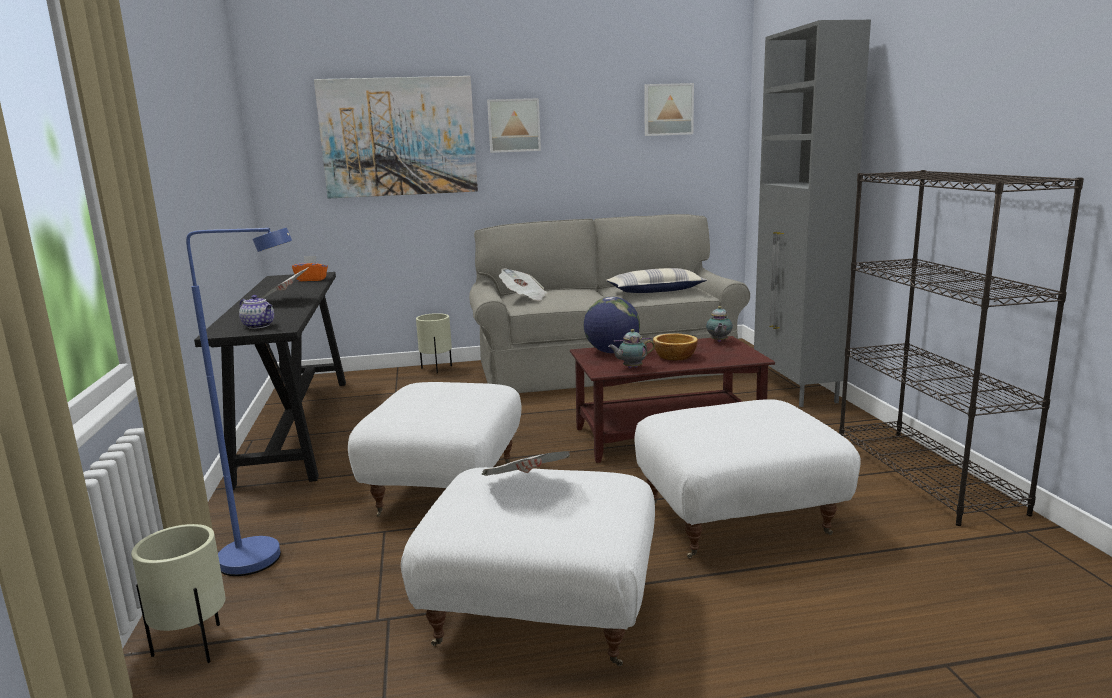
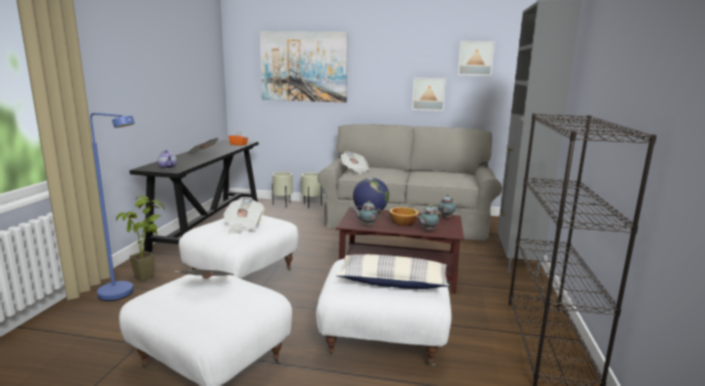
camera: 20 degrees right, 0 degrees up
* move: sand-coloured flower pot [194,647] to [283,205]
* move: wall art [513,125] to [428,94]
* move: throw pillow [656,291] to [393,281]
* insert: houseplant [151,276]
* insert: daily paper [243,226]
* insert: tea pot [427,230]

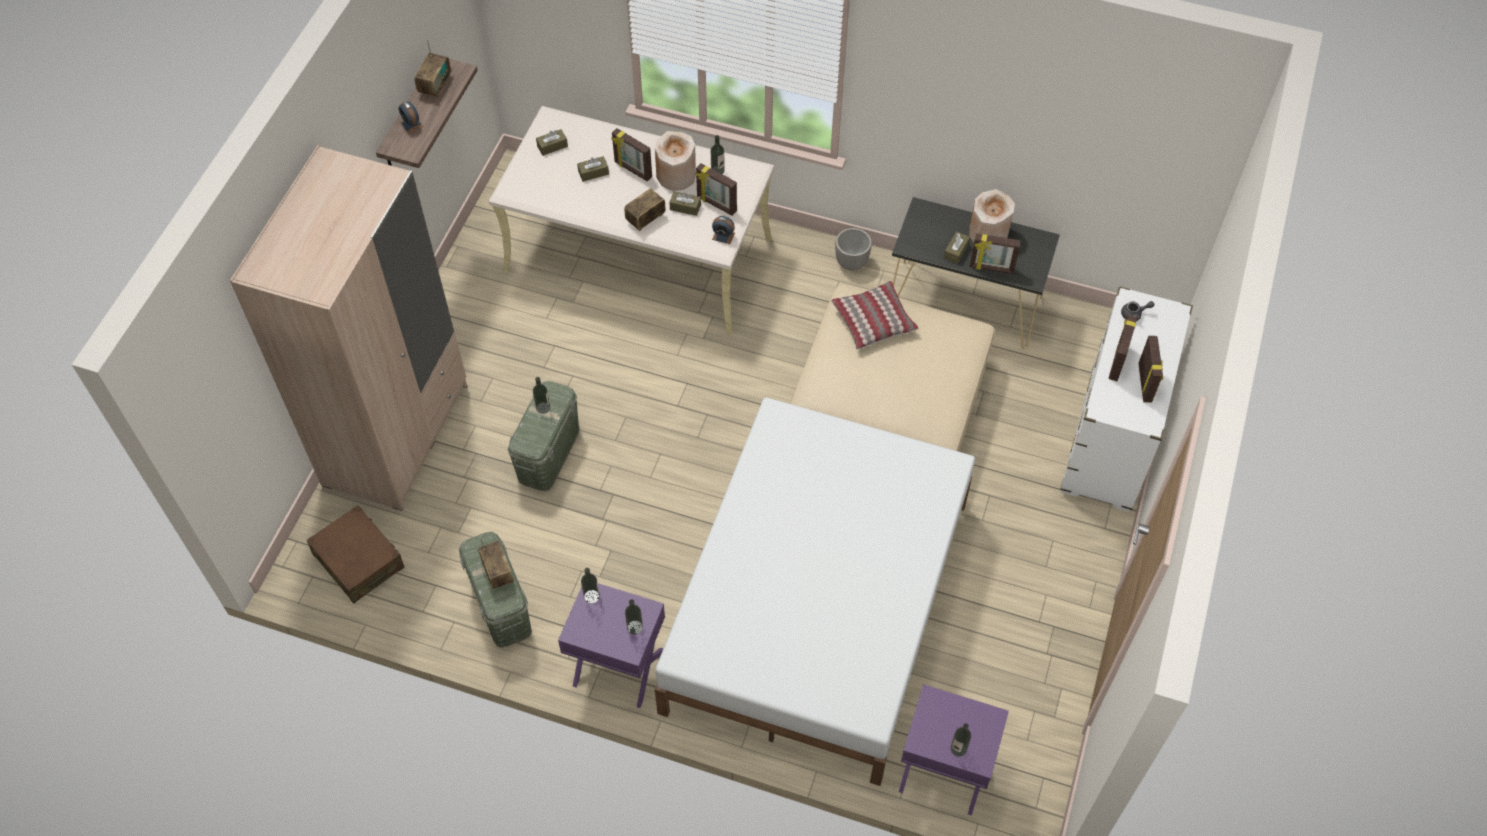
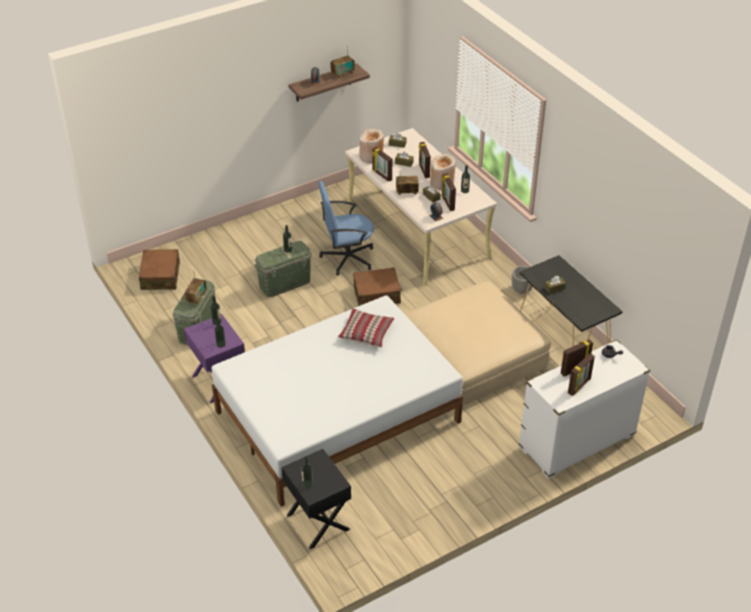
camera: 40 degrees right, 15 degrees down
* delete: sand-coloured clothes cupboard [396,434]
* move: throw pillow [873,321] to [366,333]
* recolor: purplish nightstand [943,772] to blackish nightstand [317,522]
* move: sand-coloured vase [988,234] to [371,156]
* move: photo frame [991,268] to [381,175]
* insert: blue-coloured computer chair [347,258]
* insert: brown travel case [377,294]

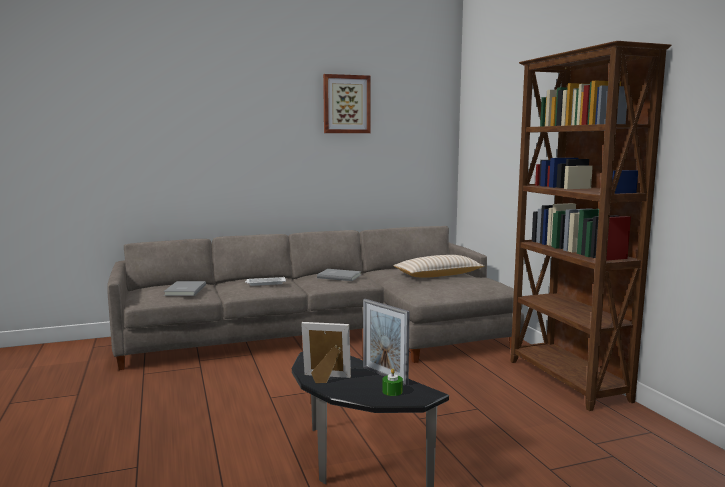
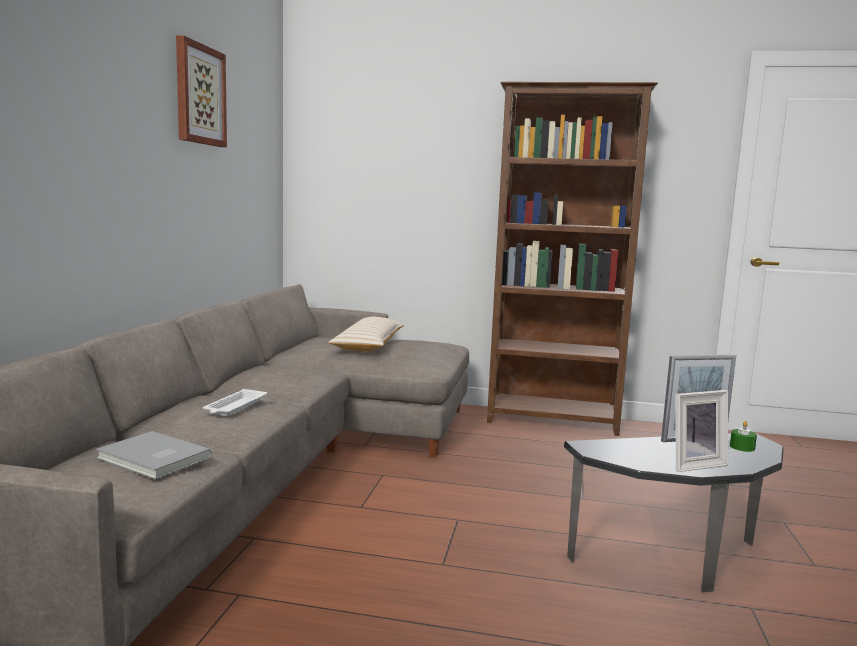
camera: 60 degrees left, 0 degrees up
* rotate: photo frame [325,379] = [693,464] 150 degrees counterclockwise
* delete: gray bound book [339,276]

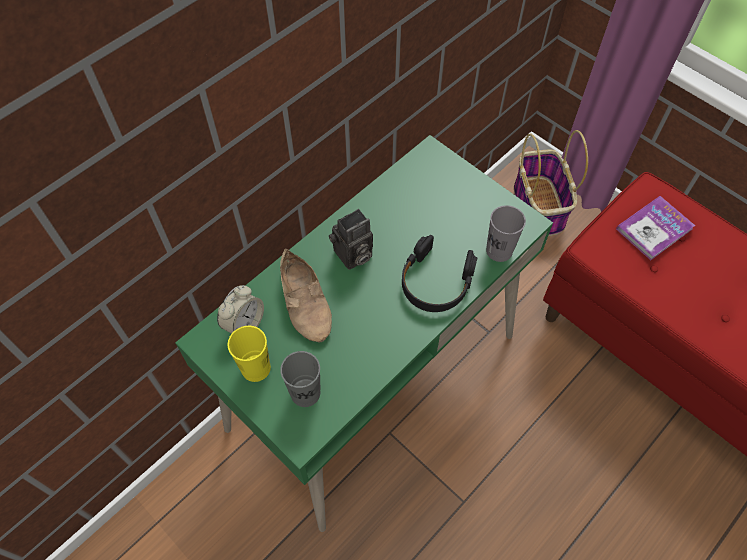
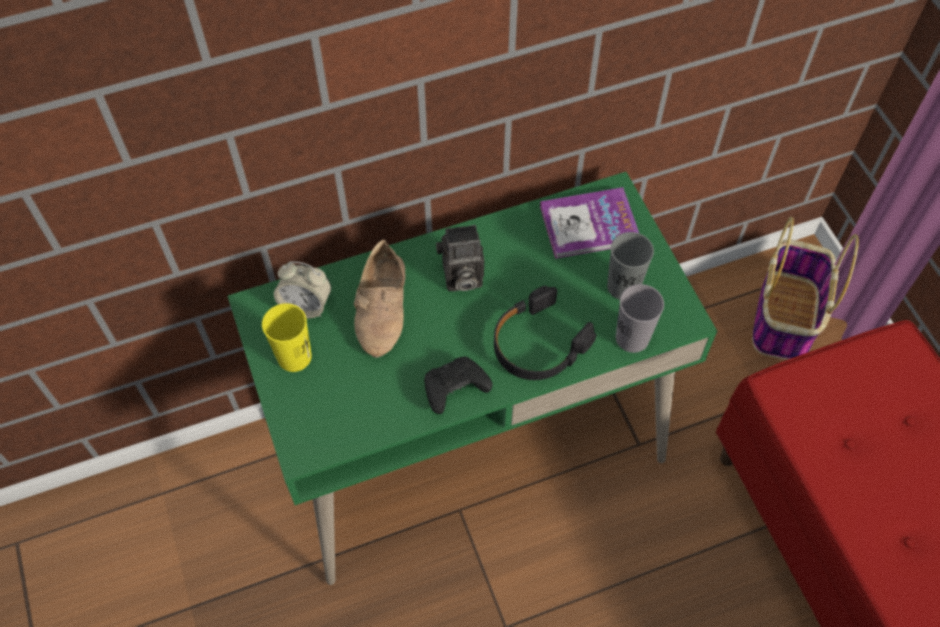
camera: 25 degrees right, 0 degrees up
* rotate: table clock [244,324] = [306,305] 45 degrees clockwise
* move: gray small cup [305,393] to [623,286]
* move: bound book [654,229] to [589,225]
* insert: blackish game controller [455,388]

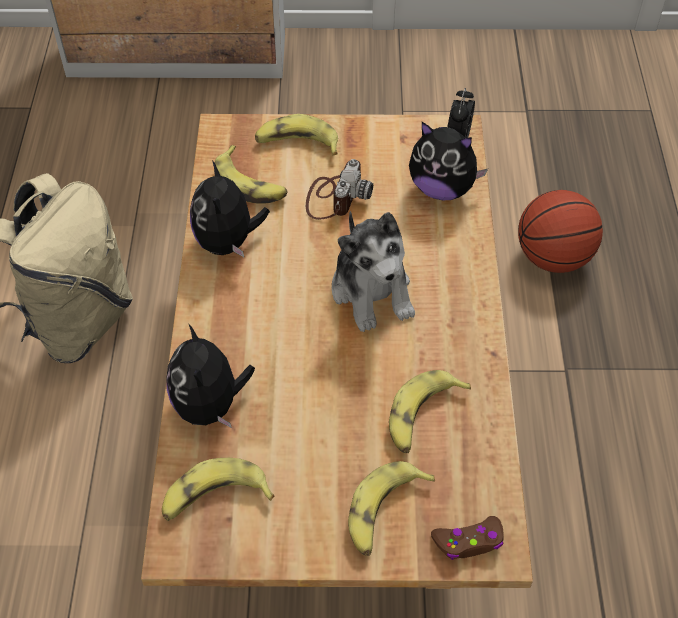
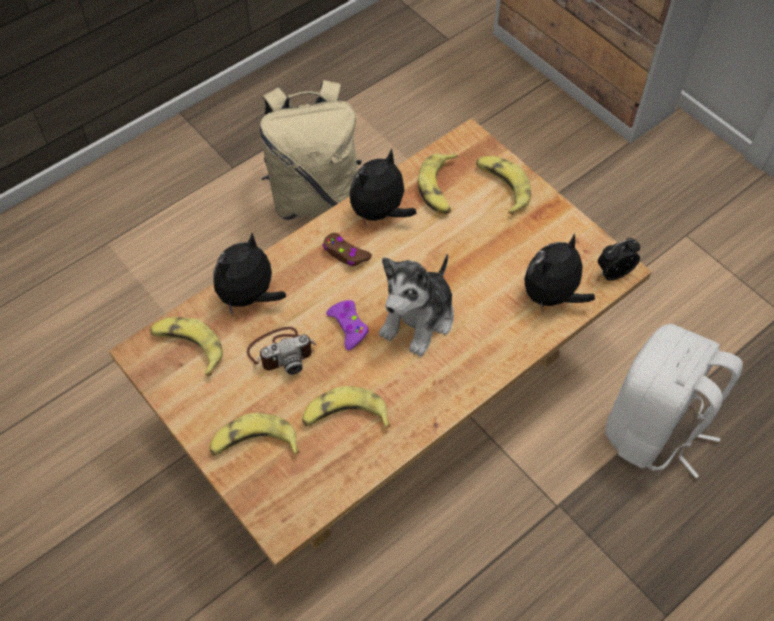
camera: 50 degrees right, 5 degrees up
* move: photo camera [335,197] to [282,351]
* rotate: plush toy [442,189] = [552,296] 60 degrees clockwise
* move: brown game controller [469,542] to [345,254]
* replace: basketball ball [553,257] to white-coloured knapsack [653,429]
* insert: purplish game controller [348,327]

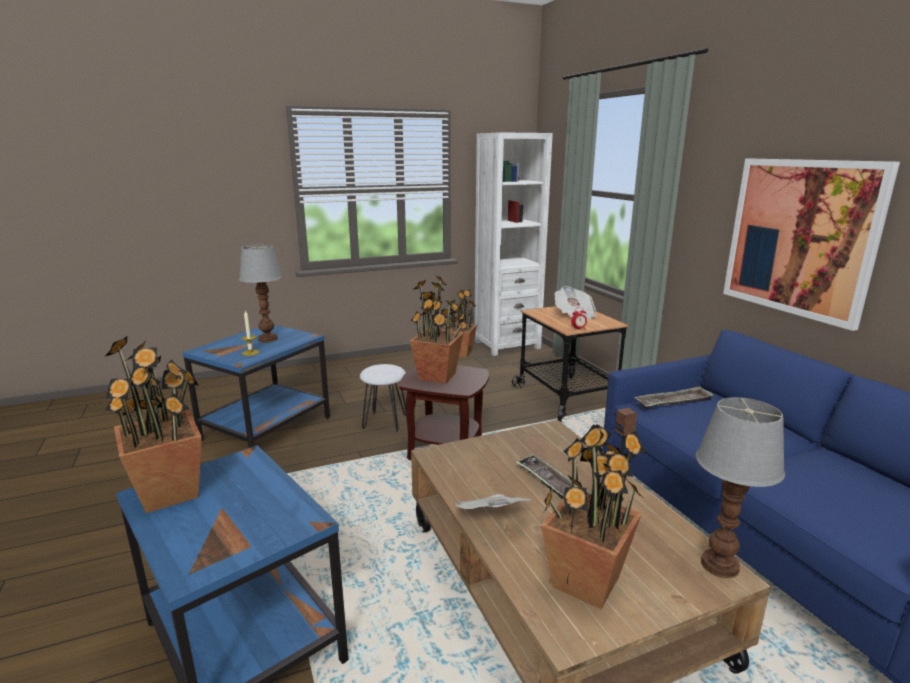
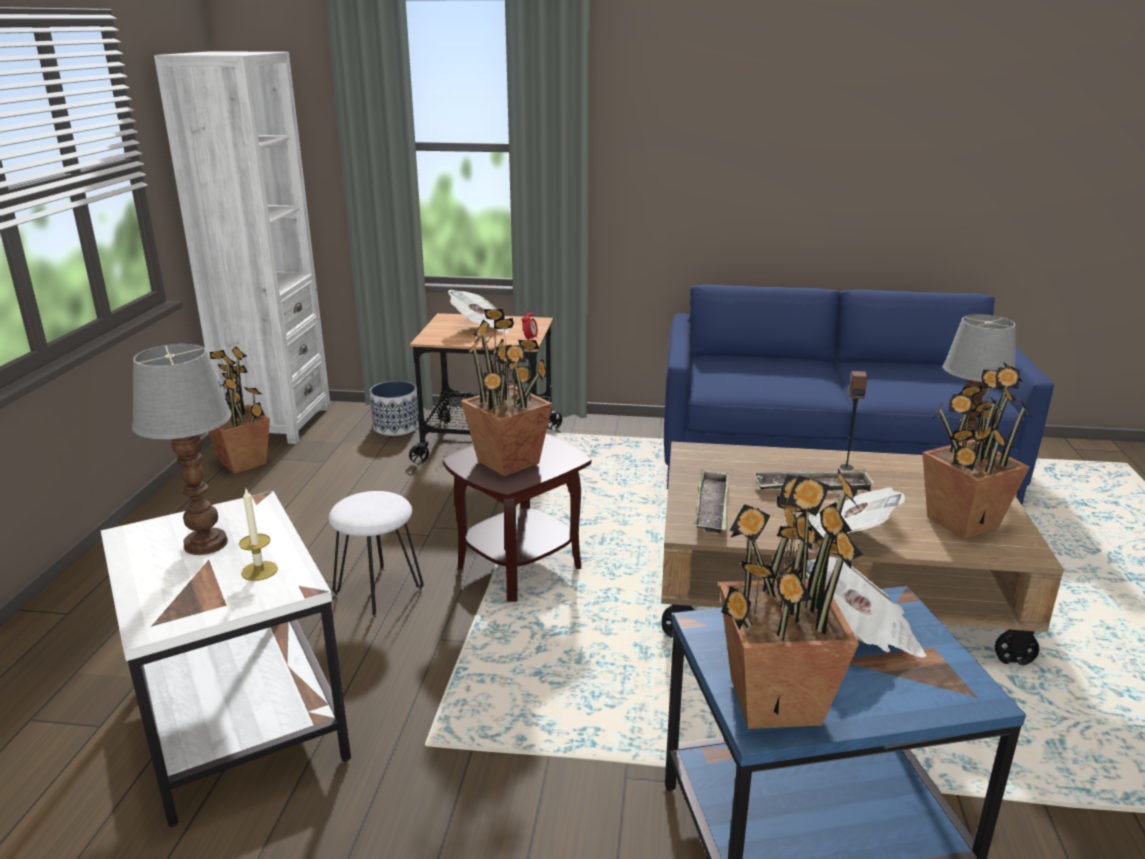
camera: 60 degrees left, 5 degrees up
* recolor: blue-coloured accent table [266,429] to white-coloured accent table [238,723]
* move: carrying tray [673,402] to [712,507]
* delete: wall art [800,238]
* insert: flower pot [395,427]
* insert: daily paper [860,634]

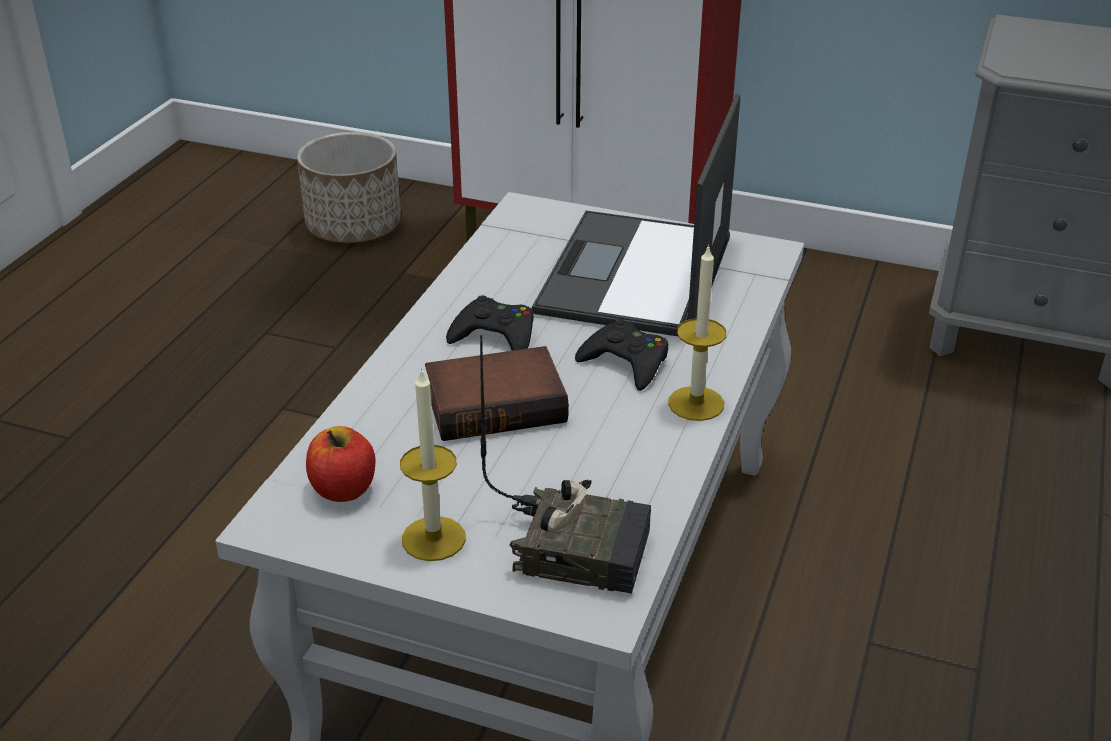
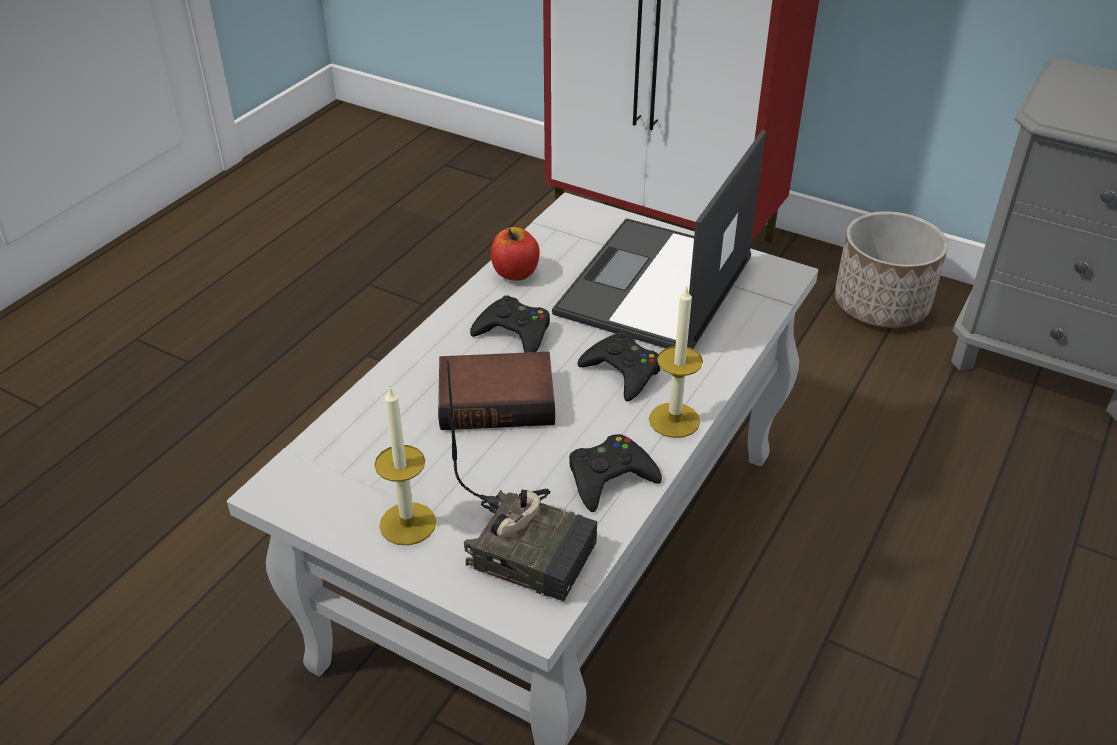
camera: 10 degrees right, 5 degrees up
* move: flower pot [354,226] to [881,304]
* move: apple fruit [343,489] to [515,273]
* insert: blackish game controller [609,478]

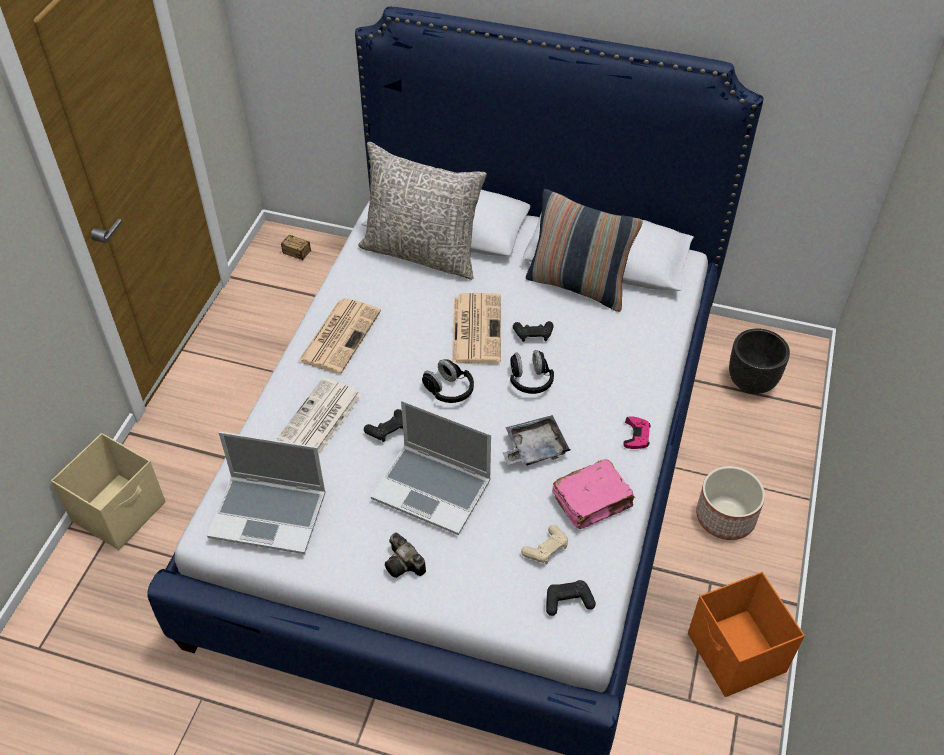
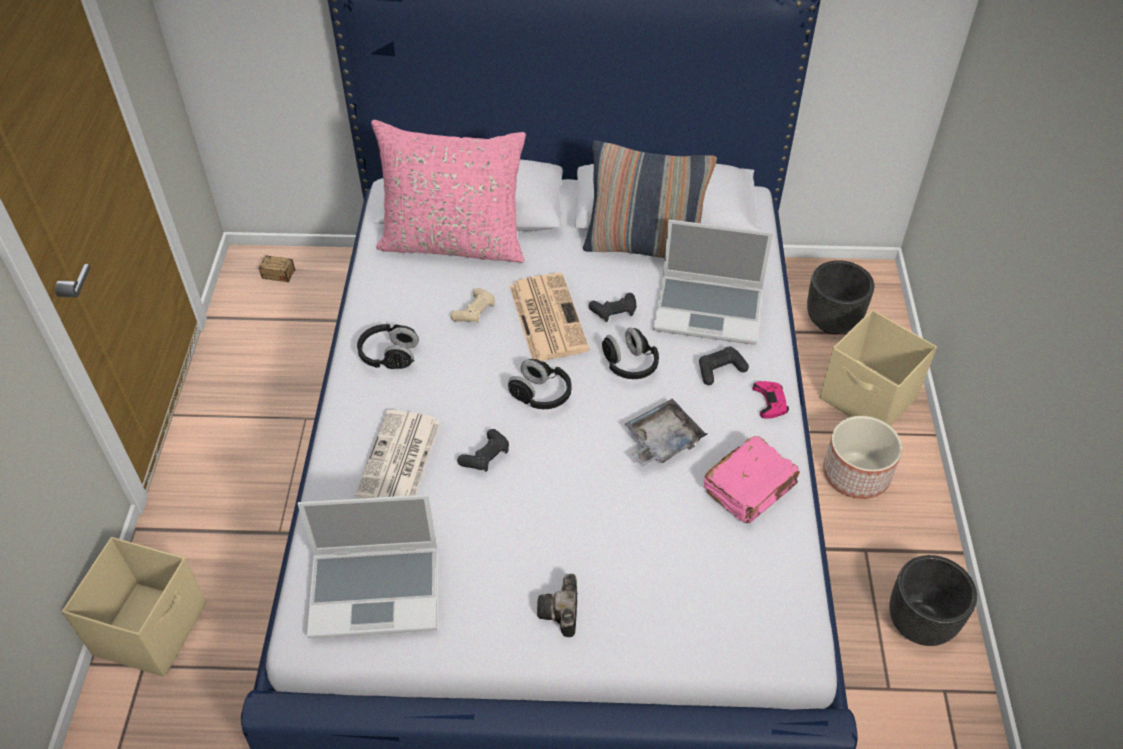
camera: 15 degrees left, 0 degrees up
* replace: daily paper [340,335] to blackish headset [389,356]
* recolor: gray throw pillow [422,253] to pinkish throw pillow [454,243]
* move: laptop [433,489] to [709,310]
* rotate: photo camera [405,565] = [561,614] 60 degrees clockwise
* move: sand-coloured game controller [546,549] to [474,311]
* move: blackish game controller [568,601] to [720,370]
* replace: orange storage box [736,654] to blackish flower pot [920,624]
* insert: sand-coloured storage box [869,399]

